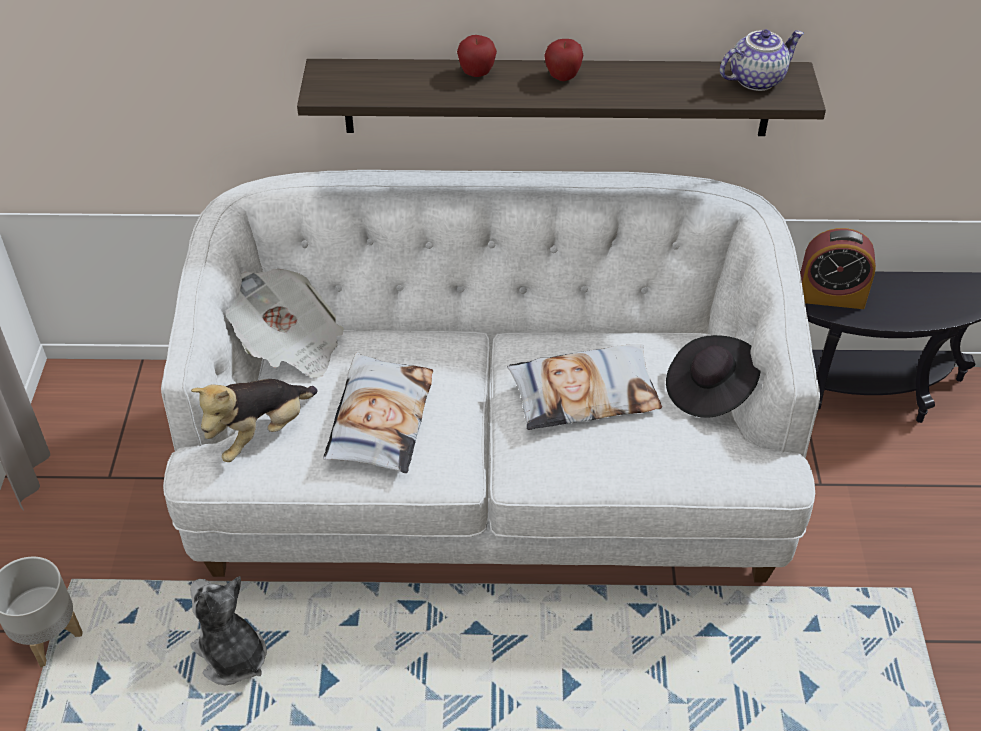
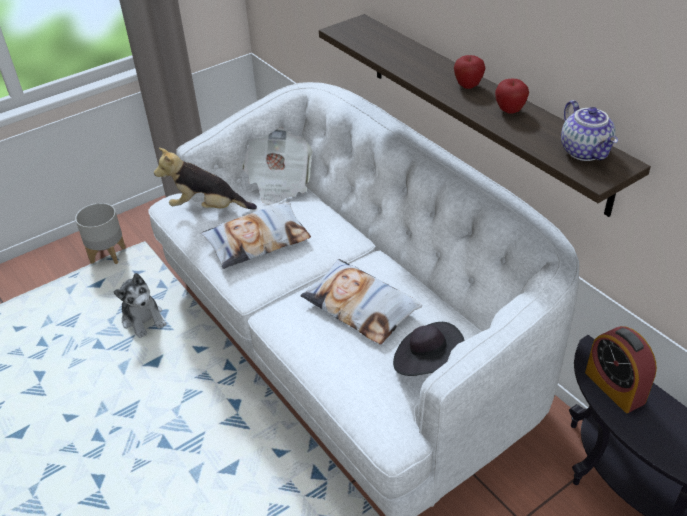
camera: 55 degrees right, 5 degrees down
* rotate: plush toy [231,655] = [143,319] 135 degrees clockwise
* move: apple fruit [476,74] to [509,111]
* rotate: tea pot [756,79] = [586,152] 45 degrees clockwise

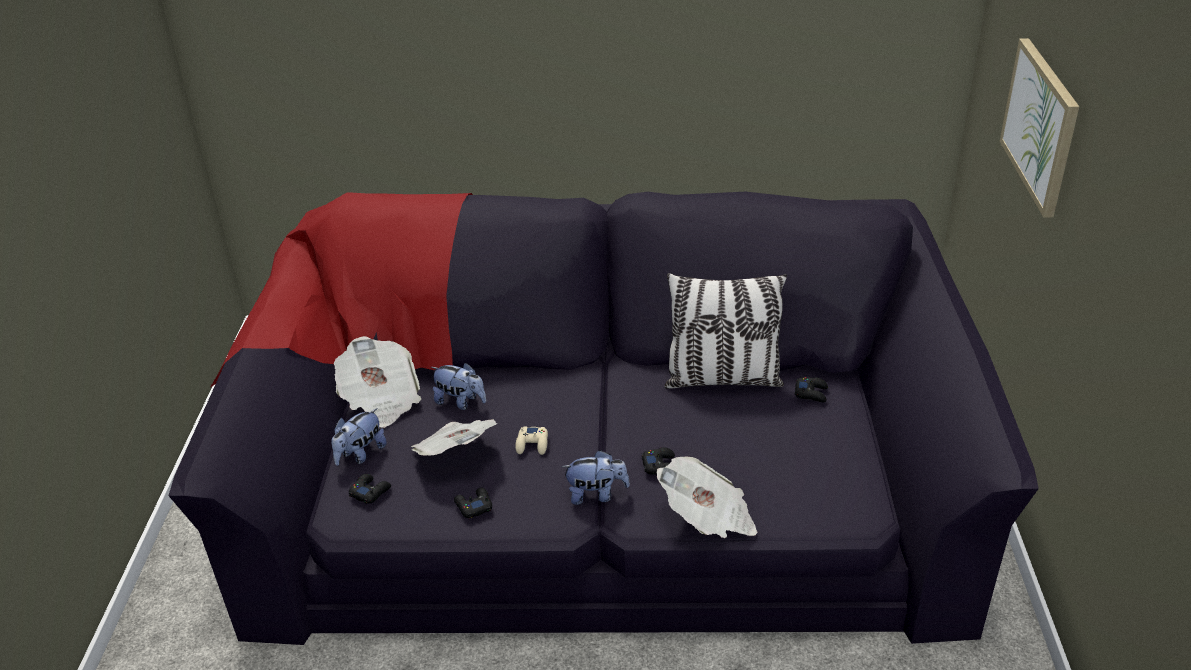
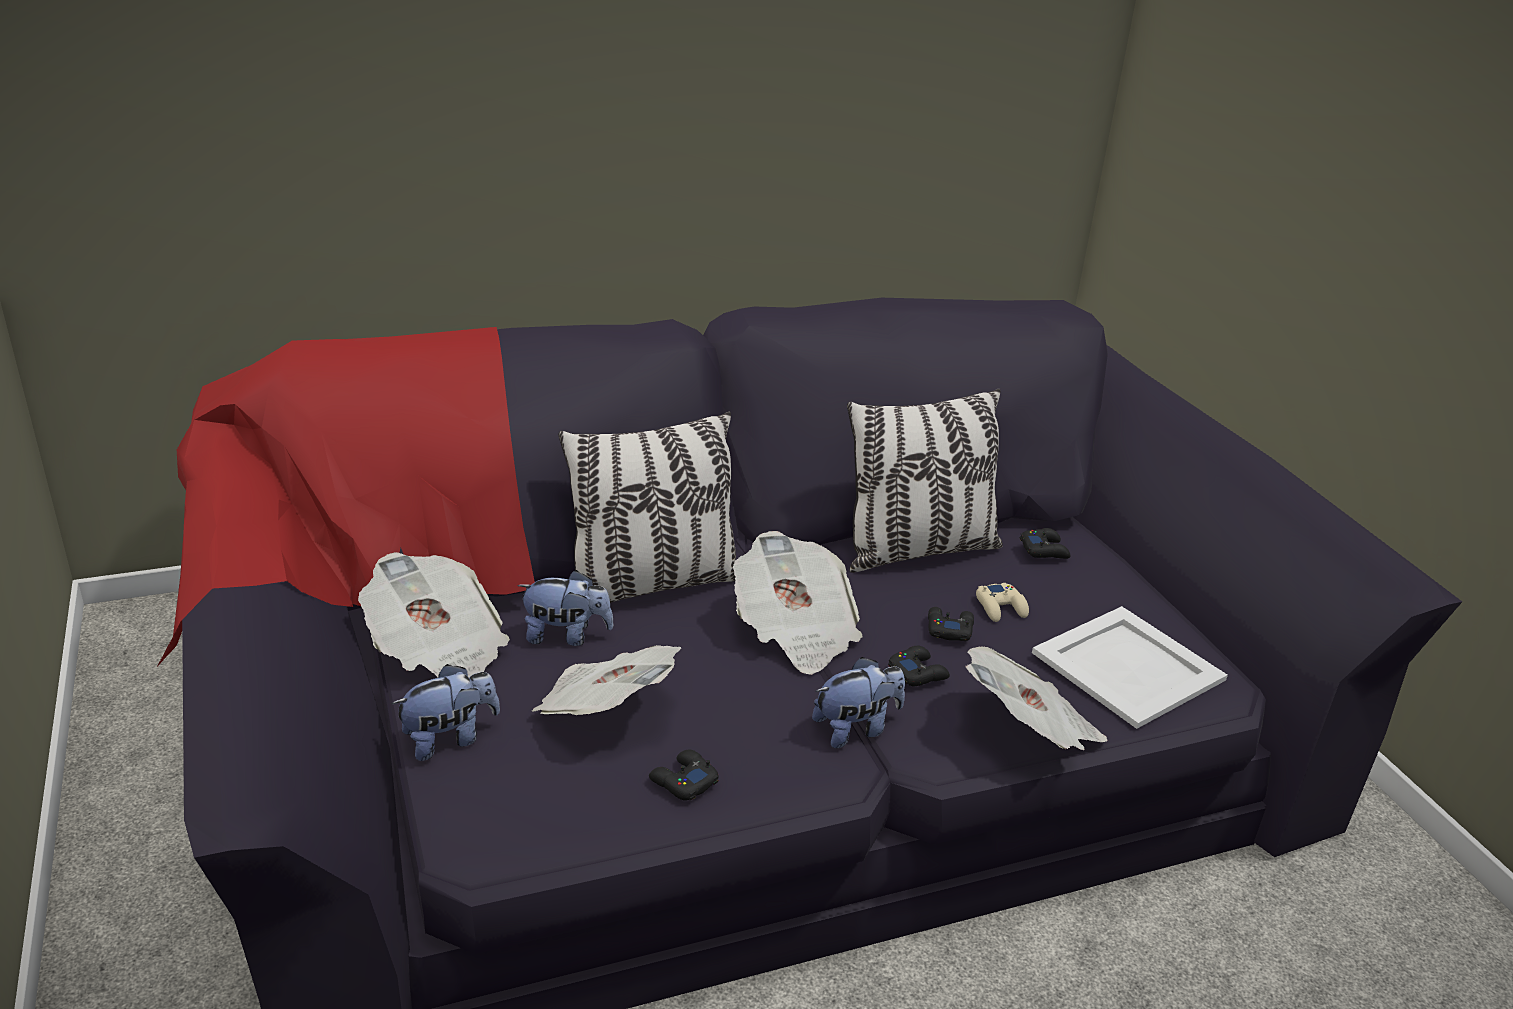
camera: 25 degrees left, 5 degrees down
* rotate: plush toy [360,454] = [449,738] 135 degrees counterclockwise
* move: blackish game controller [370,492] to [949,629]
* move: sand-coloured game controller [532,444] to [1001,607]
* delete: wall art [1040,125]
* insert: throw pillow [653,584]
* insert: daily paper [795,631]
* insert: white-coloured carrying tray [1126,666]

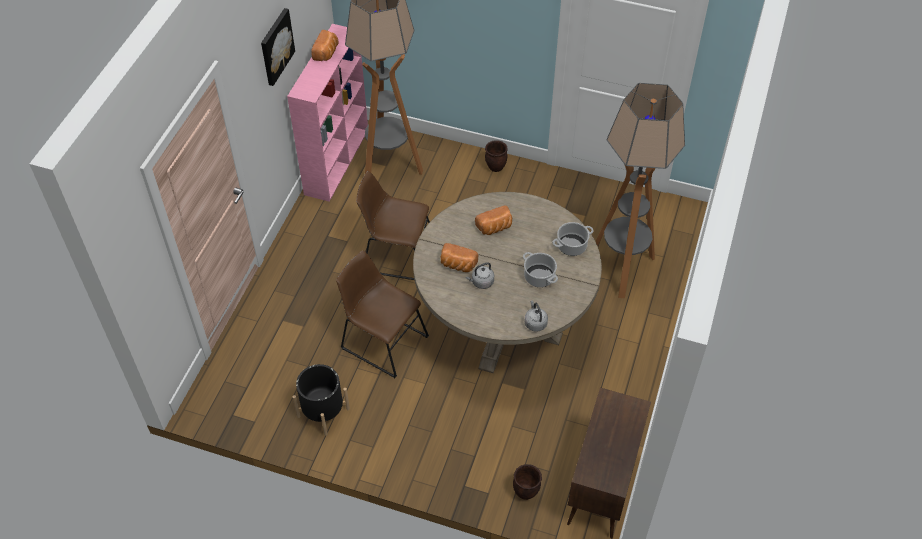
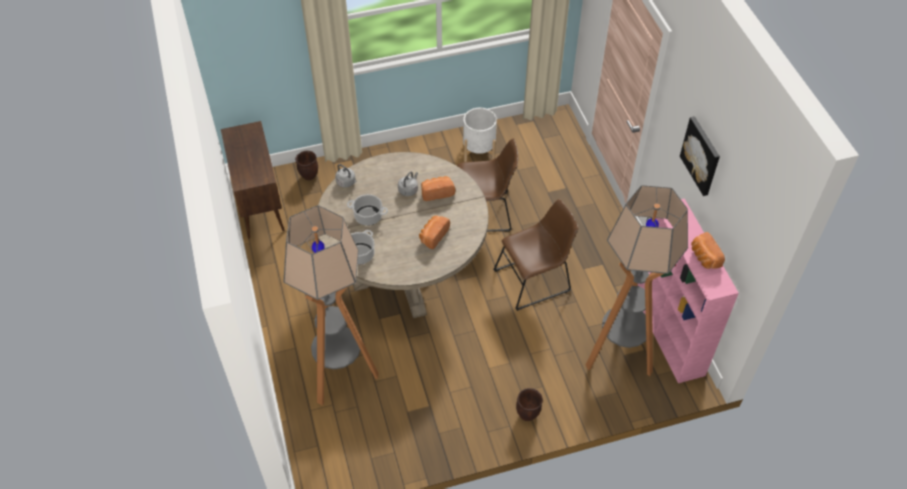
camera: 145 degrees right, 0 degrees up
* recolor: blackish flower pot [323,412] to white-coloured flower pot [479,151]

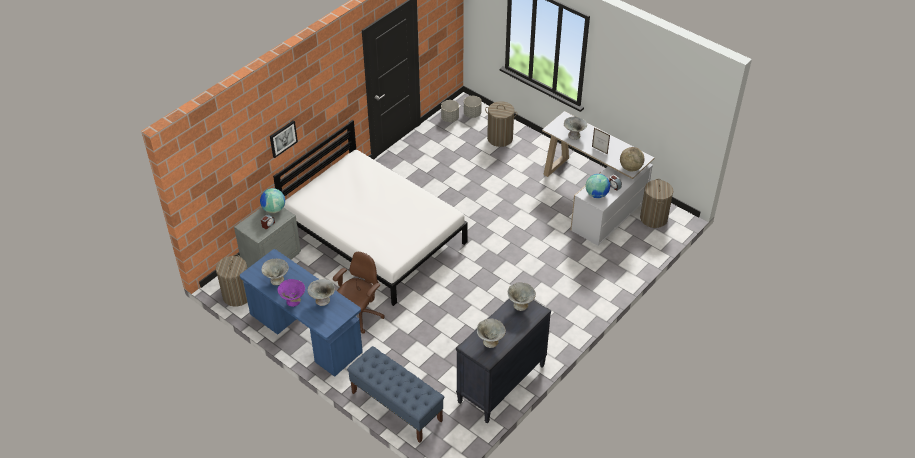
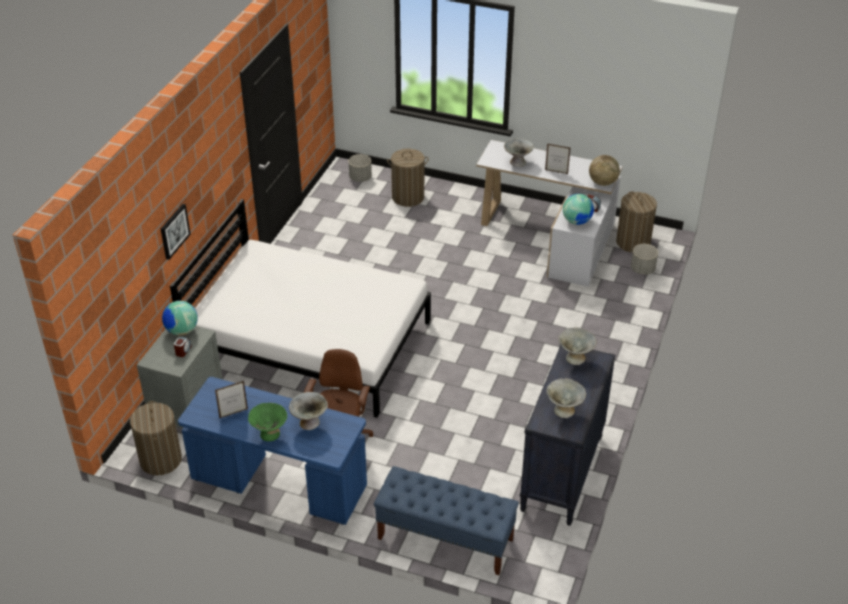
camera: 20 degrees left, 5 degrees down
* replace: gray serving bowl [277,280] to photo frame [233,413]
* recolor: purplish serving bowl [293,301] to green-coloured serving bowl [270,434]
* move: gray flower pot [450,118] to [643,269]

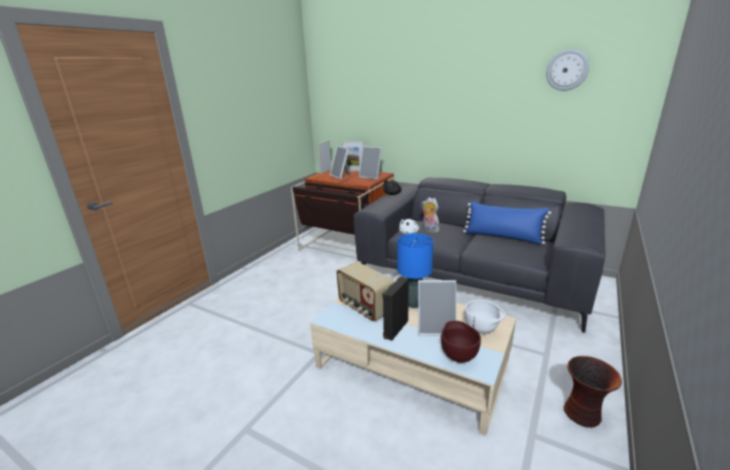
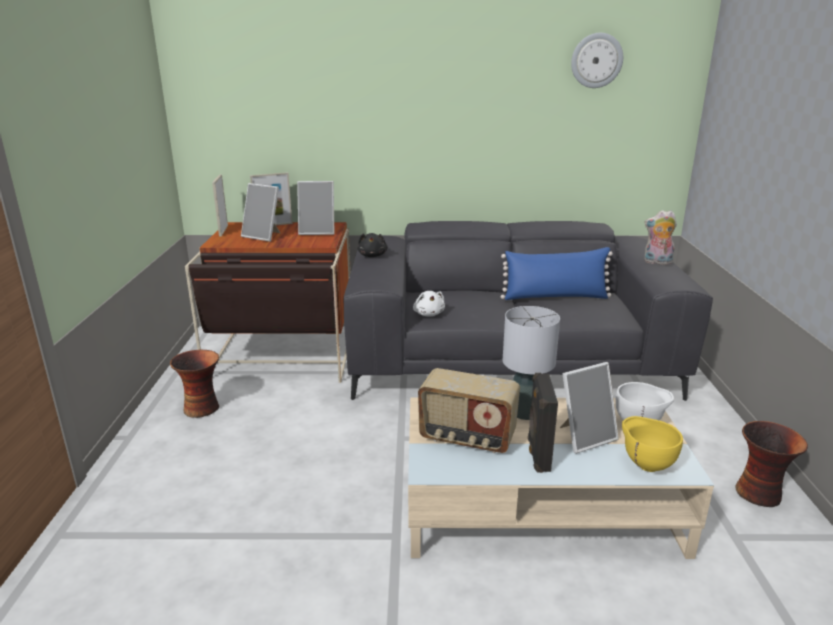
camera: 30 degrees left, 0 degrees up
* recolor: blue-coloured table lamp [414,303] to gray table lamp [525,413]
* move: plush toy [429,230] to [657,262]
* recolor: brown serving bowl [458,356] to yellow-coloured serving bowl [645,464]
* insert: vase [202,408]

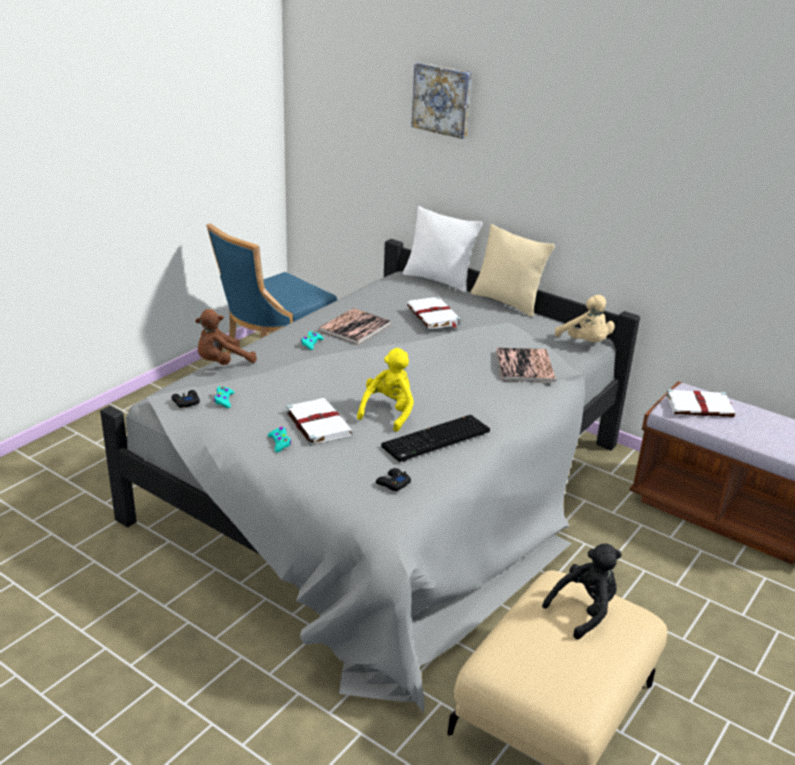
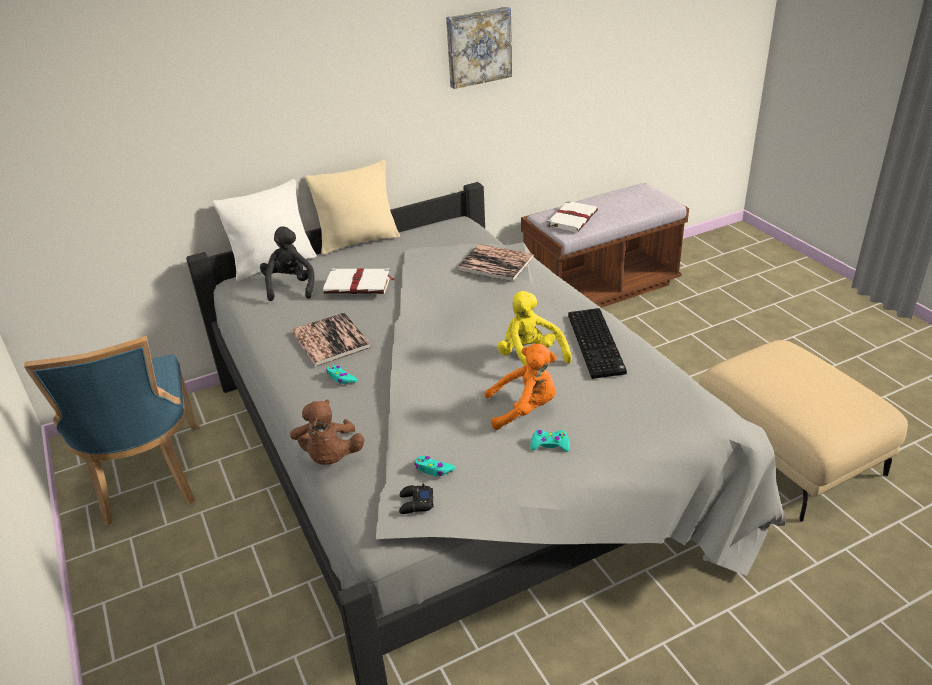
camera: 60 degrees left, 5 degrees up
* replace: white-coloured bound book [317,423] to orange plush toy [524,409]
* delete: blackish game controller [393,483]
* move: wall art [442,99] to [478,47]
* move: blackish plush toy [584,610] to [290,286]
* delete: sand-coloured plush toy [585,343]

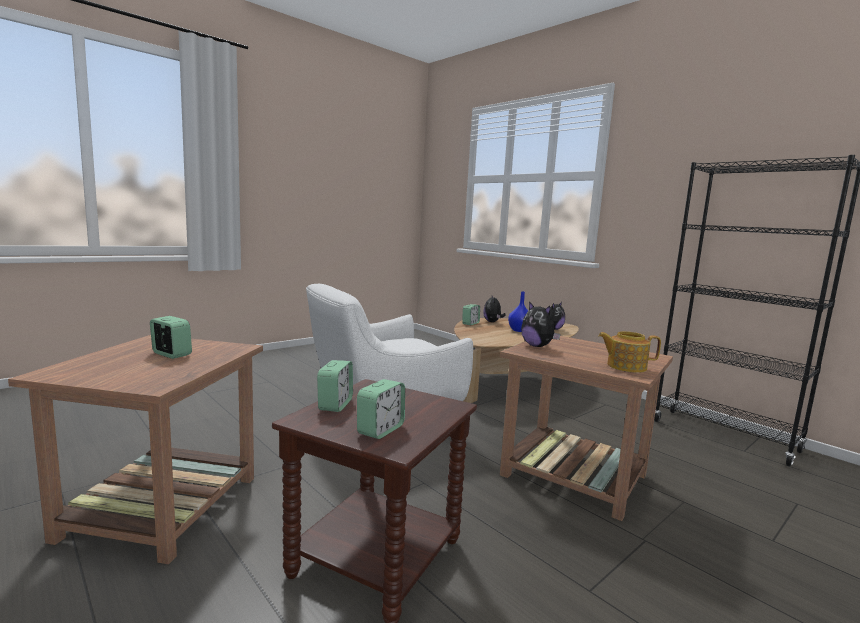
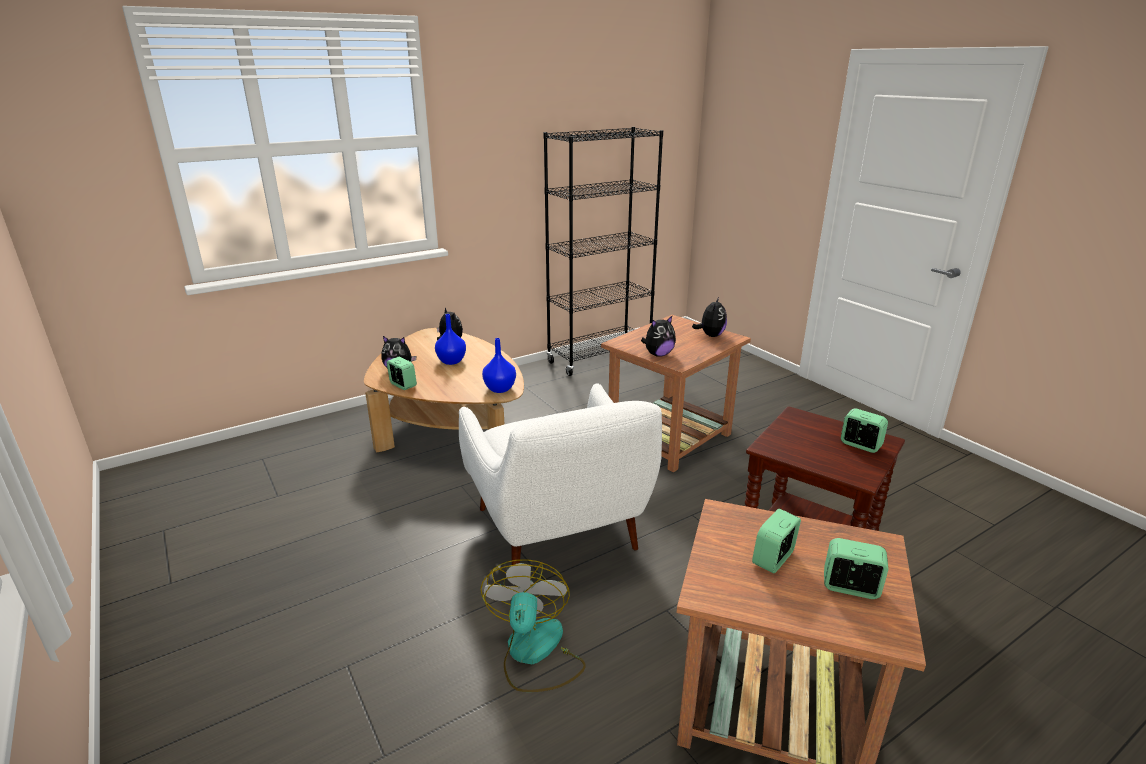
camera: 80 degrees left, 15 degrees up
* move: table clock [335,405] to [850,587]
* replace: tea pot [625,366] to plush toy [710,335]
* insert: fan [534,653]
* insert: blue-coloured vase [500,389]

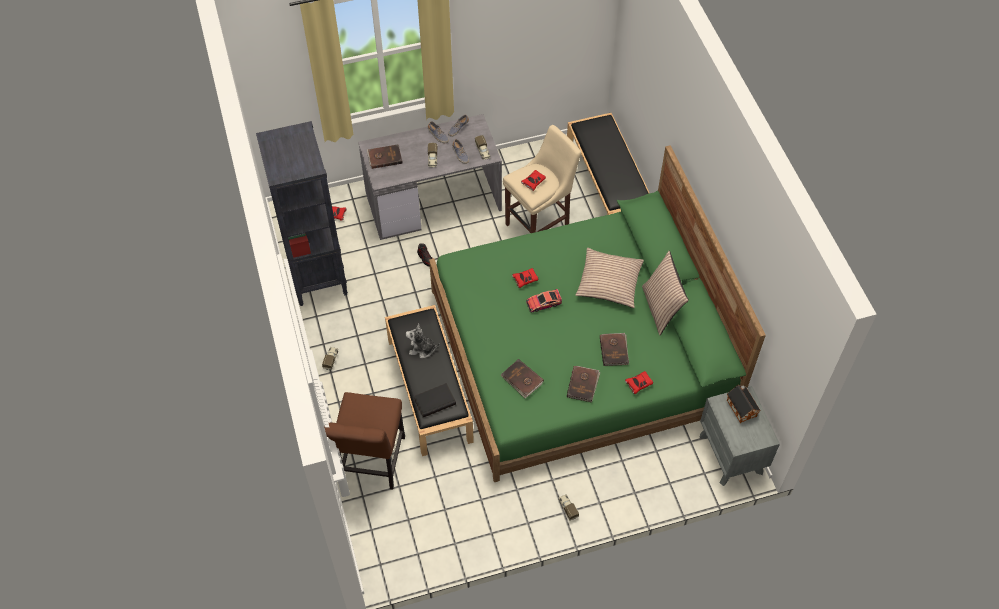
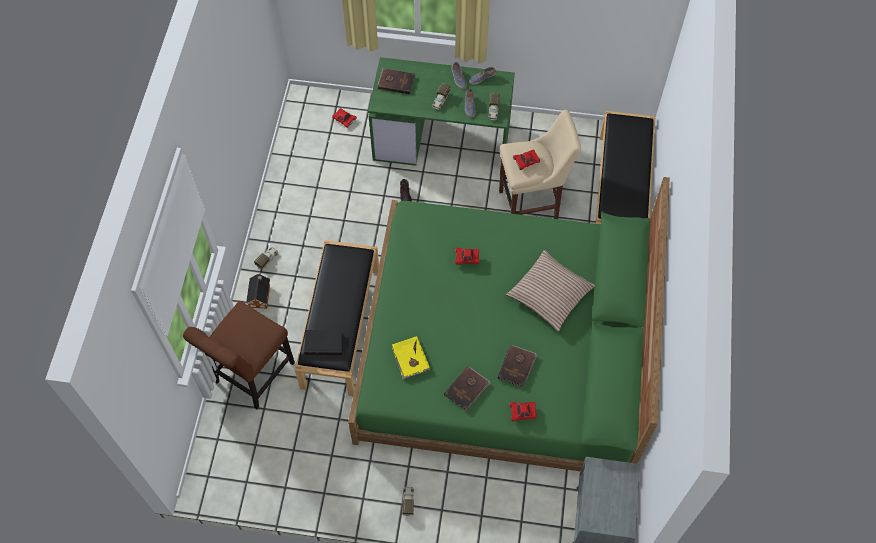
camera: 25 degrees right, 5 degrees up
* delete: blackish bookcase [317,275]
* recolor: gray desk [434,201] to green-coloured desk [443,141]
* delete: plush toy [422,349]
* recolor: brown bound book [522,379] to yellow-coloured bound book [410,358]
* delete: toy car [543,303]
* delete: throw pillow [661,308]
* move: toy house [741,407] to [260,295]

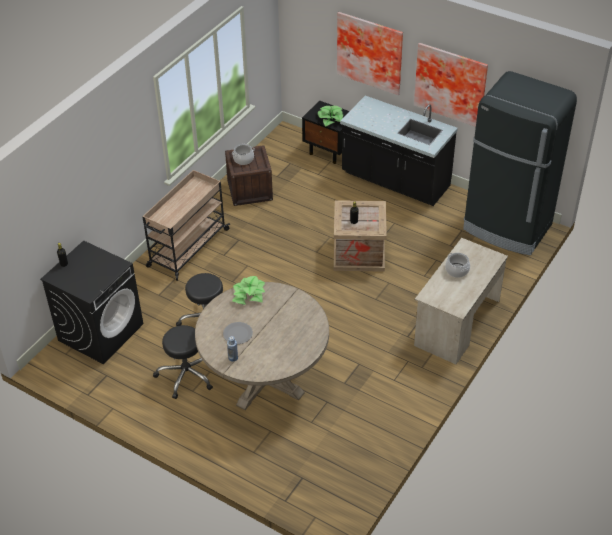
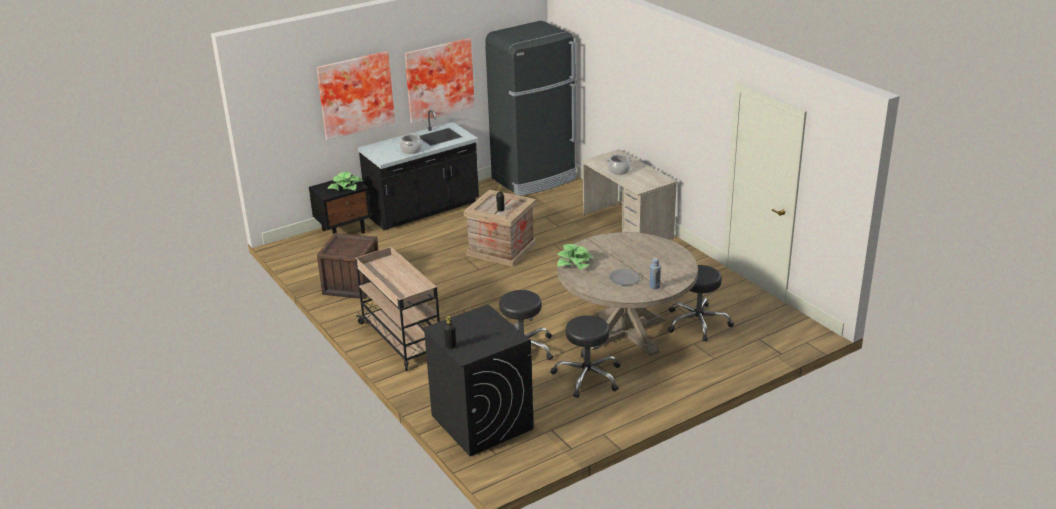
camera: 65 degrees left, 15 degrees down
* move: saucepot [243,159] to [411,150]
* insert: blackish stool seat [697,323]

